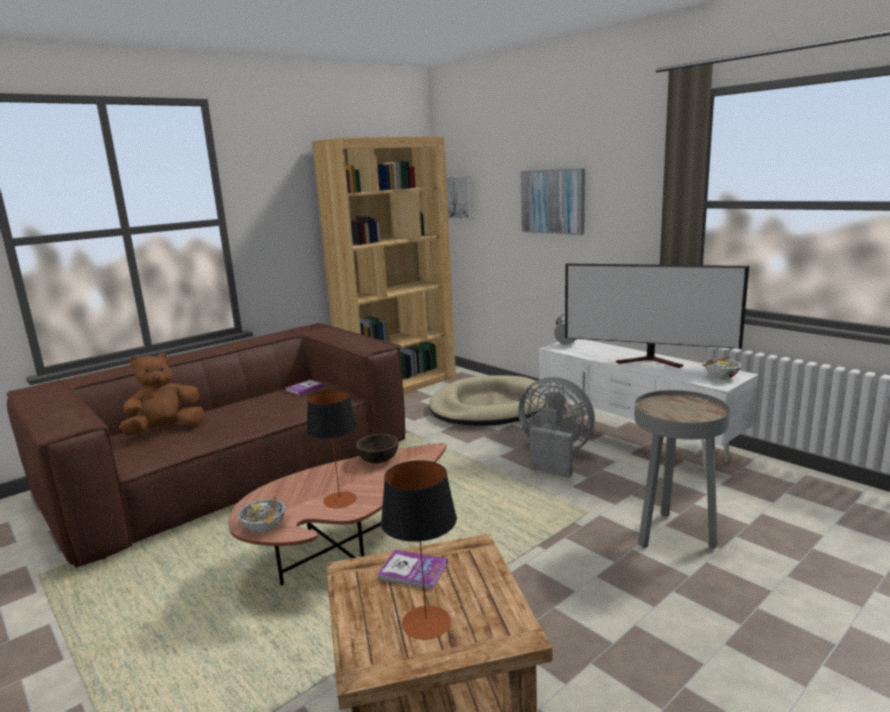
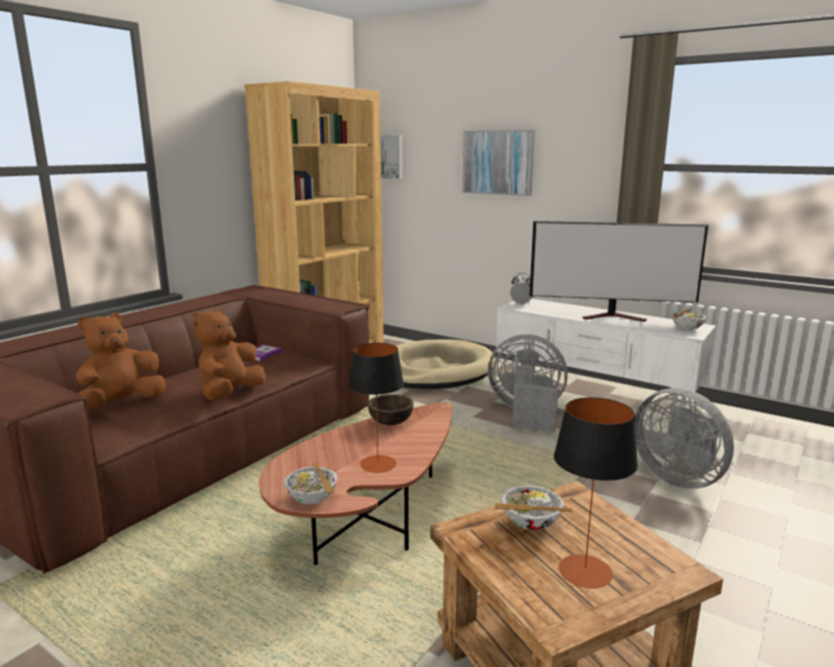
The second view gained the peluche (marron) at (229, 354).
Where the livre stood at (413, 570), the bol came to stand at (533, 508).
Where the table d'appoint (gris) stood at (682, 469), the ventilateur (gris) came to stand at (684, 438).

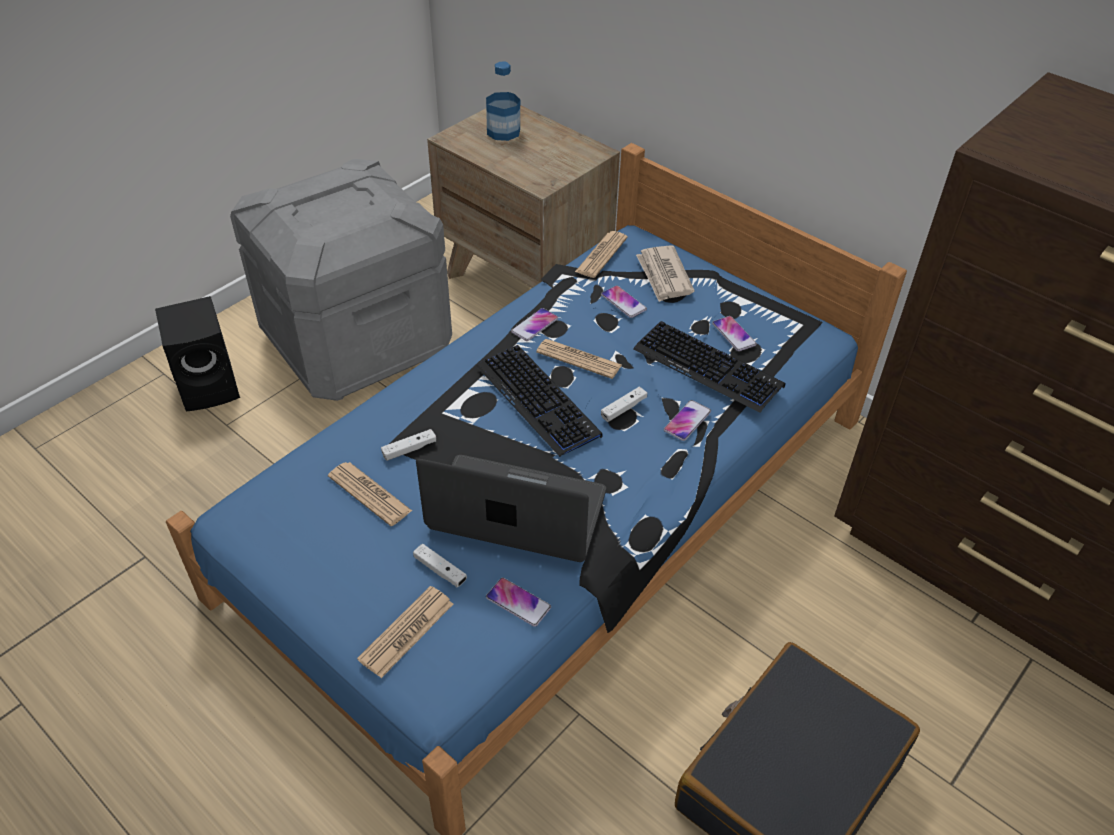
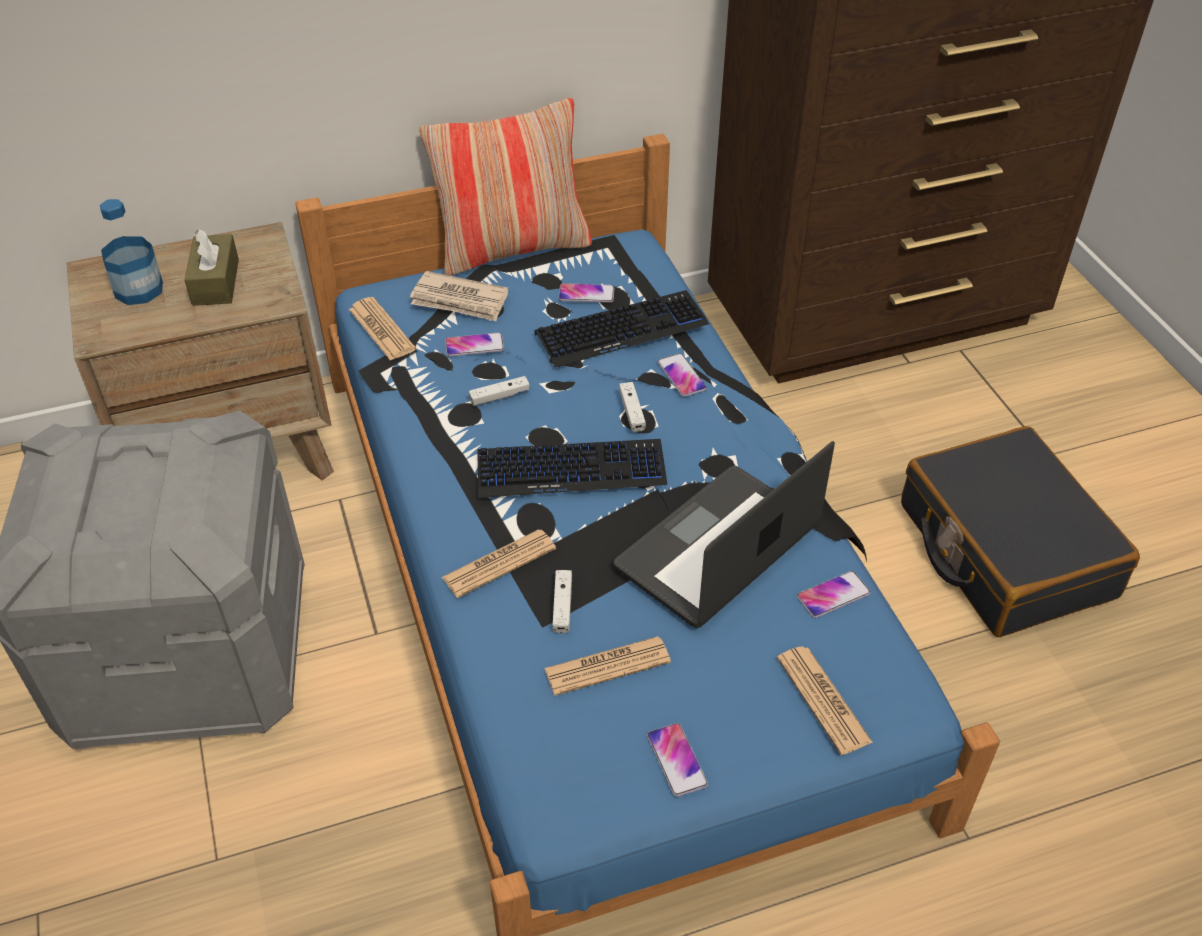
The second view gained the boîte à mouchoirs (marron) at (211, 267).
The second view gained the coussin at (506, 187).
The journal ended up elsewhere, having gone from (579, 359) to (499, 563).
The manette (blanc) ended up elsewhere, having gone from (440, 565) to (499, 391).
The téléphone ended up elsewhere, having gone from (534, 324) to (677, 760).
The second view lost the enceinte (noir) at (197, 353).

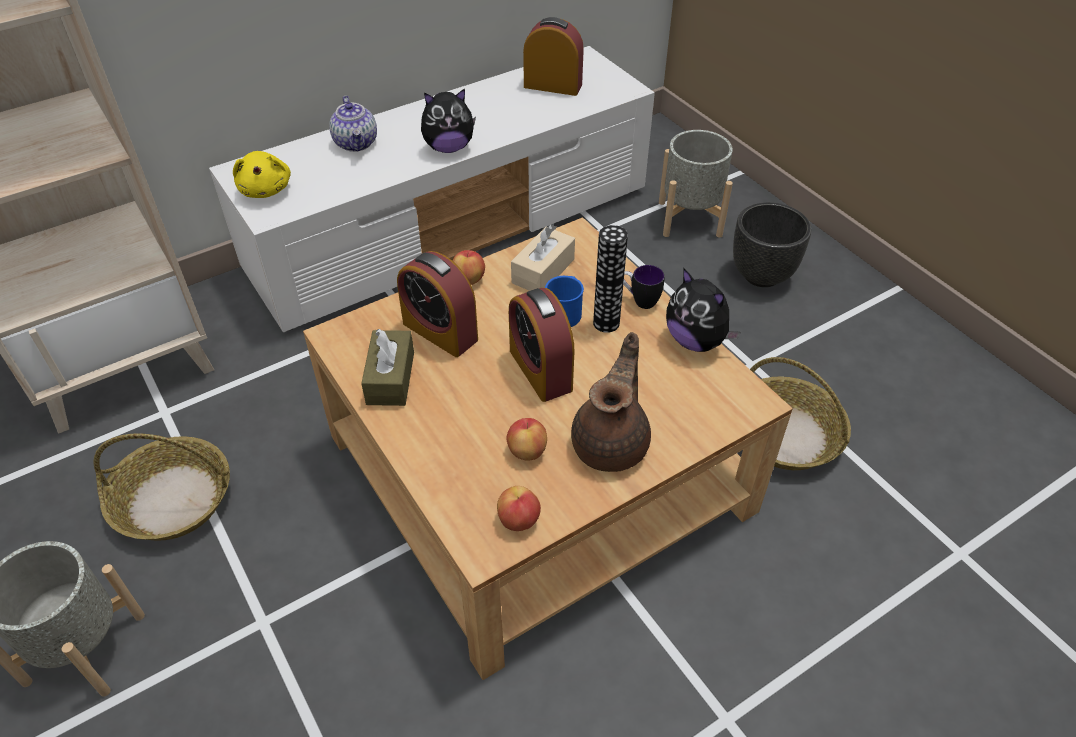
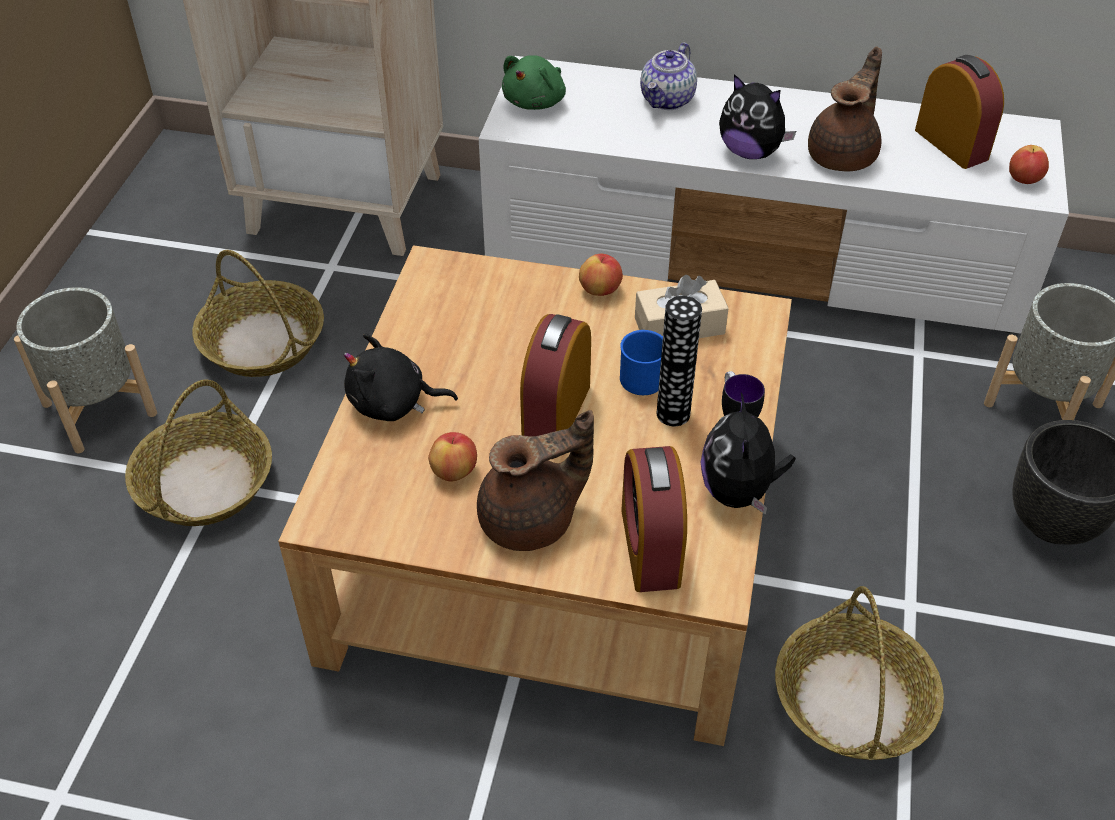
The second view gained the panier at (198, 453).
The second view gained the peluche (noir) at (401, 377).
What was the peluche (jaune) at (262, 174) turned into the peluche (vert) at (534, 82).
The réveil ended up elsewhere, having gone from (437, 304) to (654, 519).
The second view gained the théière (marron) at (845, 109).
The pomme ended up elsewhere, having gone from (519, 508) to (1029, 164).
The second view lost the boîte à mouchoirs (marron) at (387, 367).

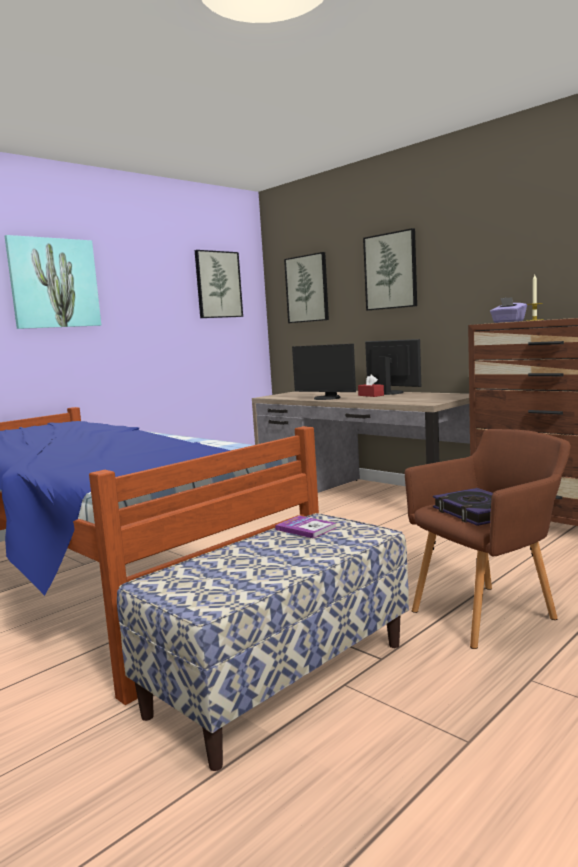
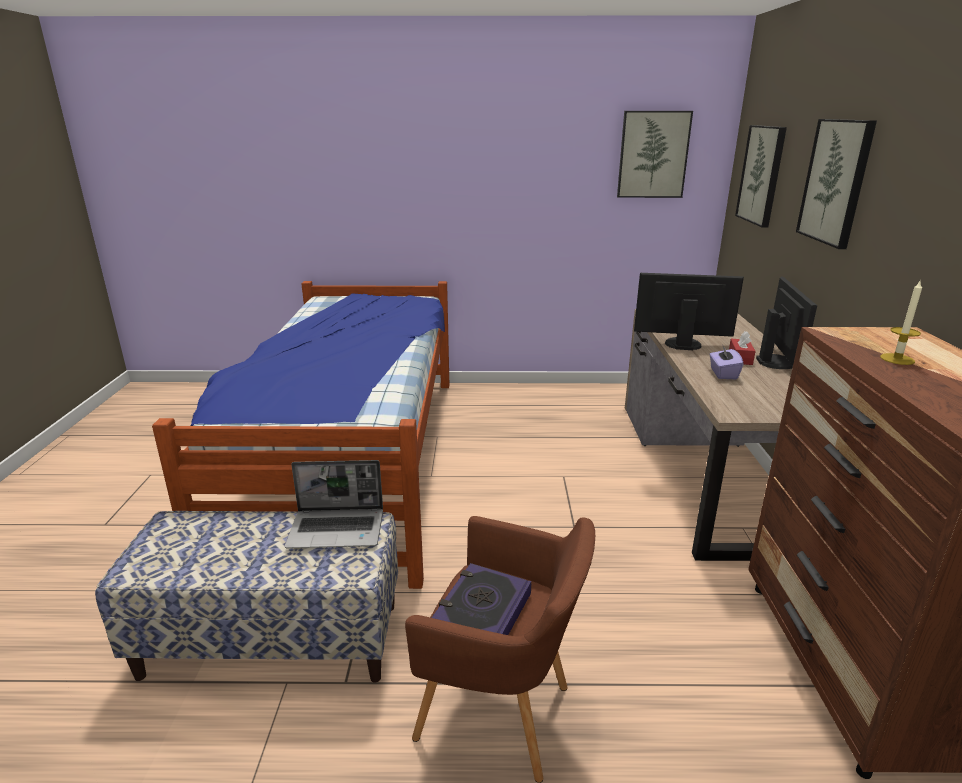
Where the livre stood at (305, 527), the ordinateur portable came to stand at (334, 504).
The écran d'ordinateur at (324, 372) ended up facing another way, 105 degrees clockwise from before.
The boîte à mouchoirs (violet) ended up elsewhere, having gone from (508, 310) to (726, 362).
The second view lost the tableau at (53, 282).

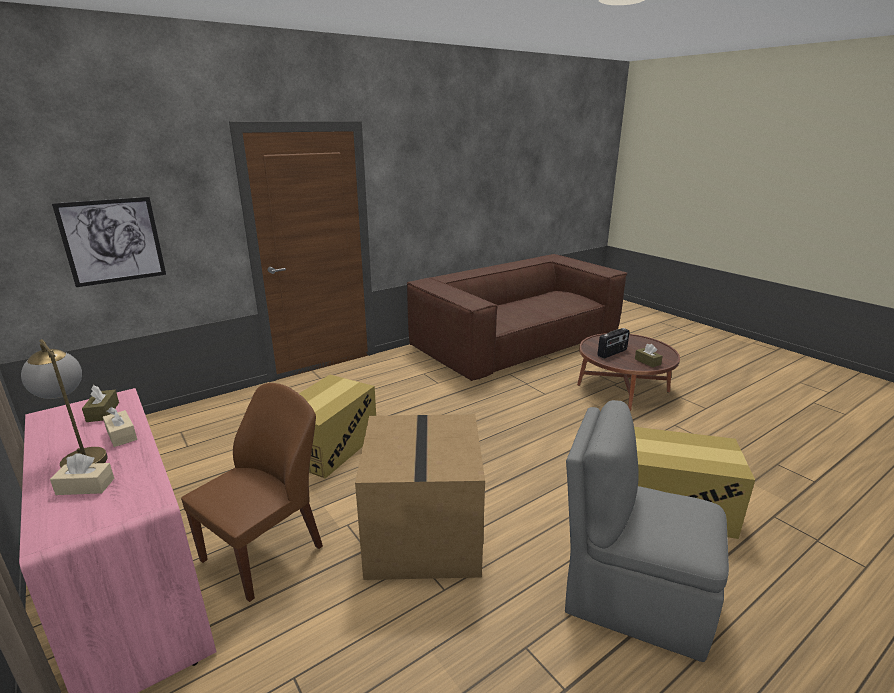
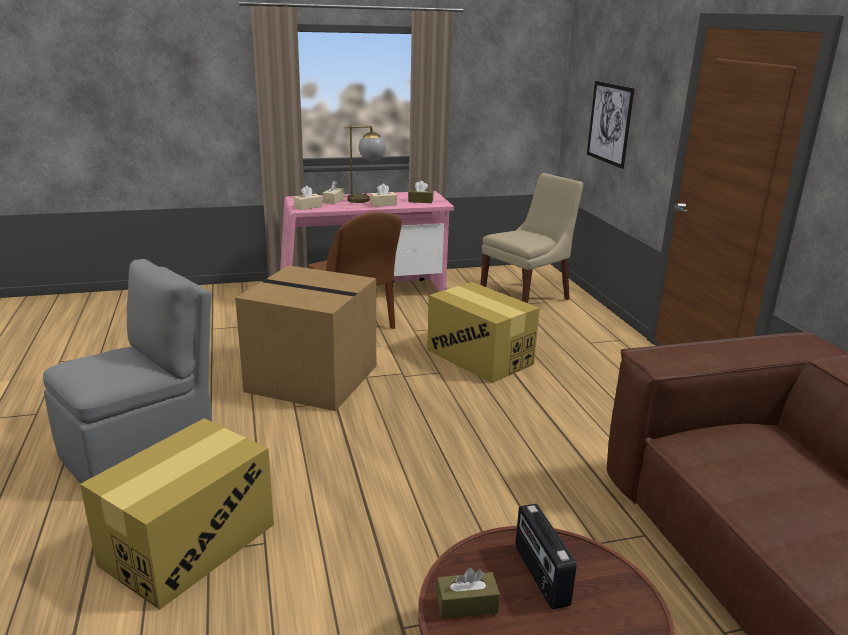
The second view gained the boîte à mouchoirs (beige) at (308, 198).
The second view gained the chaise (beige) at (532, 238).

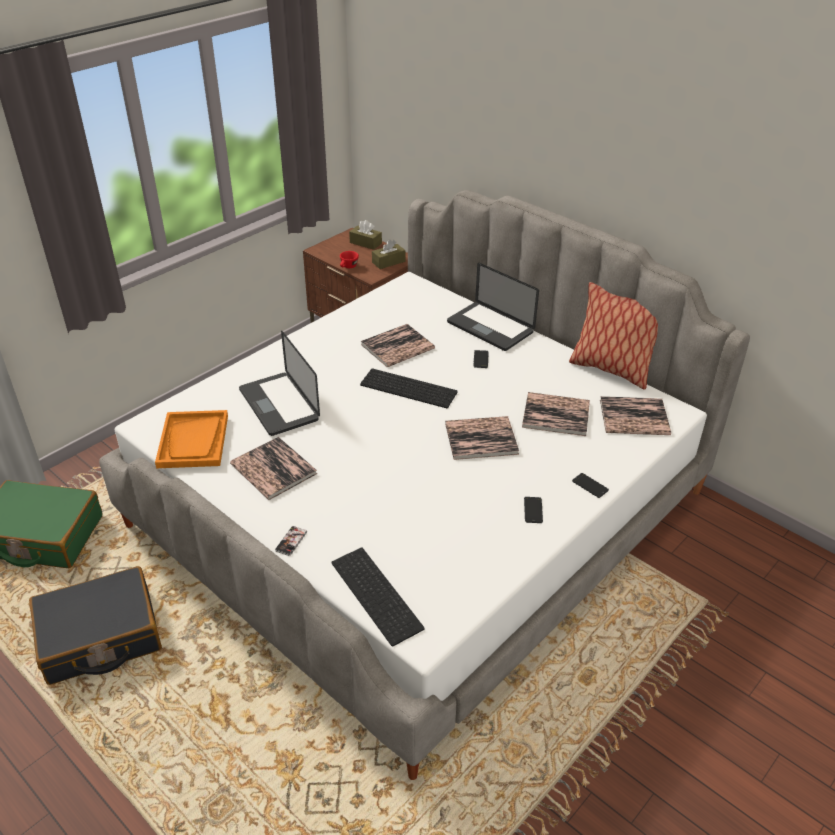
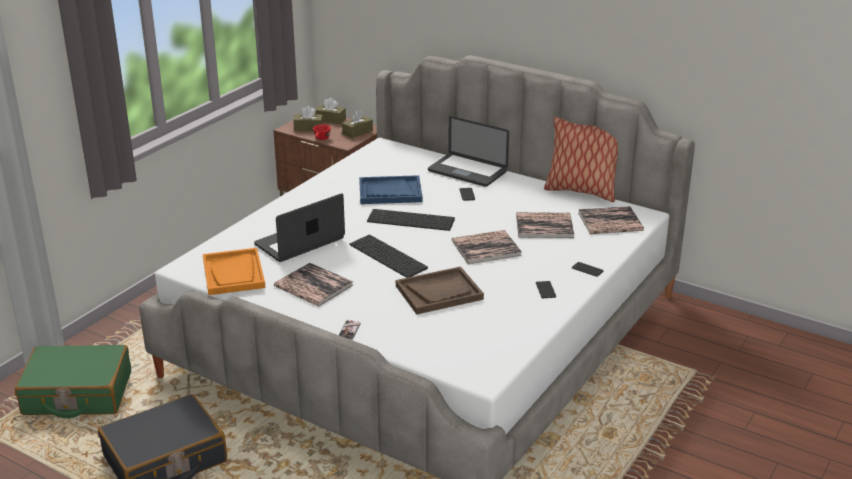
The ordinateur portable at (279, 383) ended up facing another way, 90 degrees clockwise from before.
The second view gained the boîte à mouchoirs (marron) at (308, 118).
The clavier ended up elsewhere, having gone from (378, 596) to (389, 256).
Where the livre stood at (398, 345), the plateau (bleu) came to stand at (390, 189).
The second view gained the plateau (marron) at (440, 290).

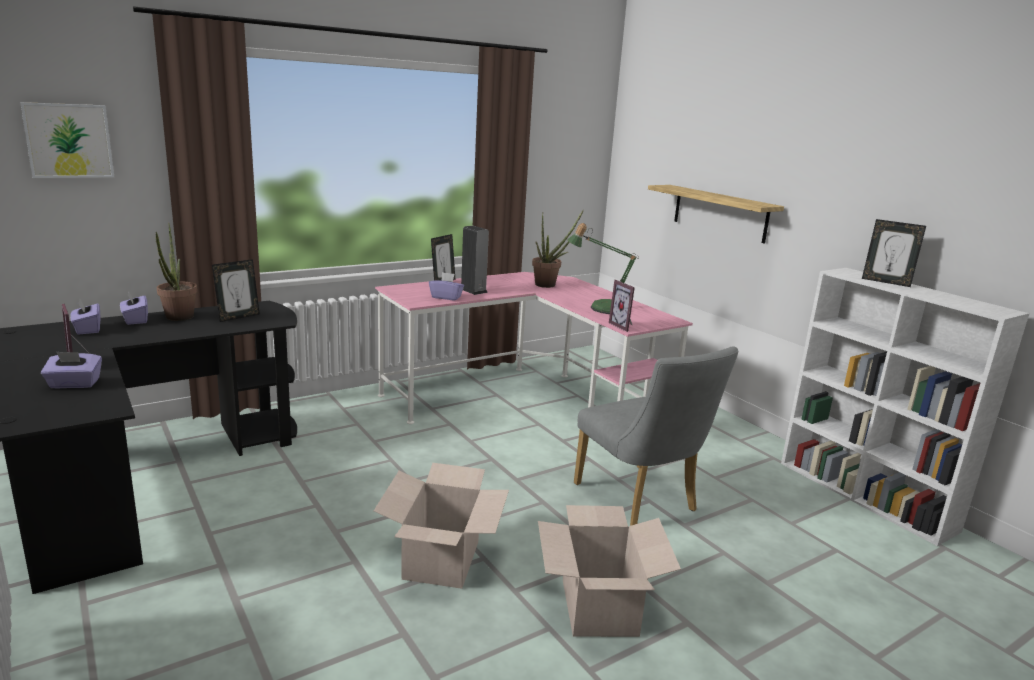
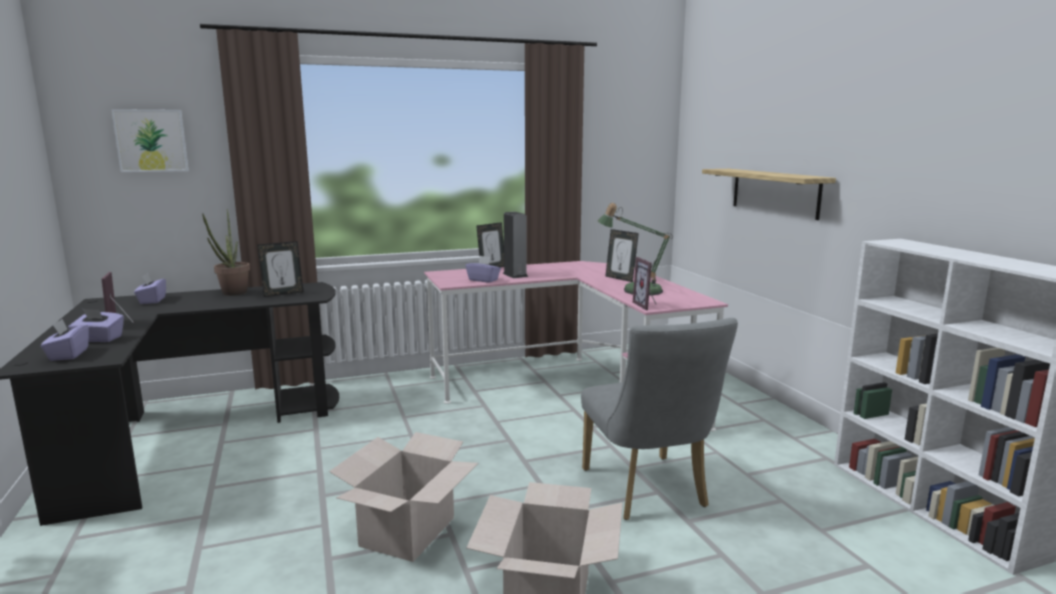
The boîte à mouchoirs (violet) ended up elsewhere, having gone from (134, 307) to (65, 340).
The cadre photo ended up elsewhere, having gone from (894, 253) to (622, 255).
The second view lost the plante en pot at (557, 249).

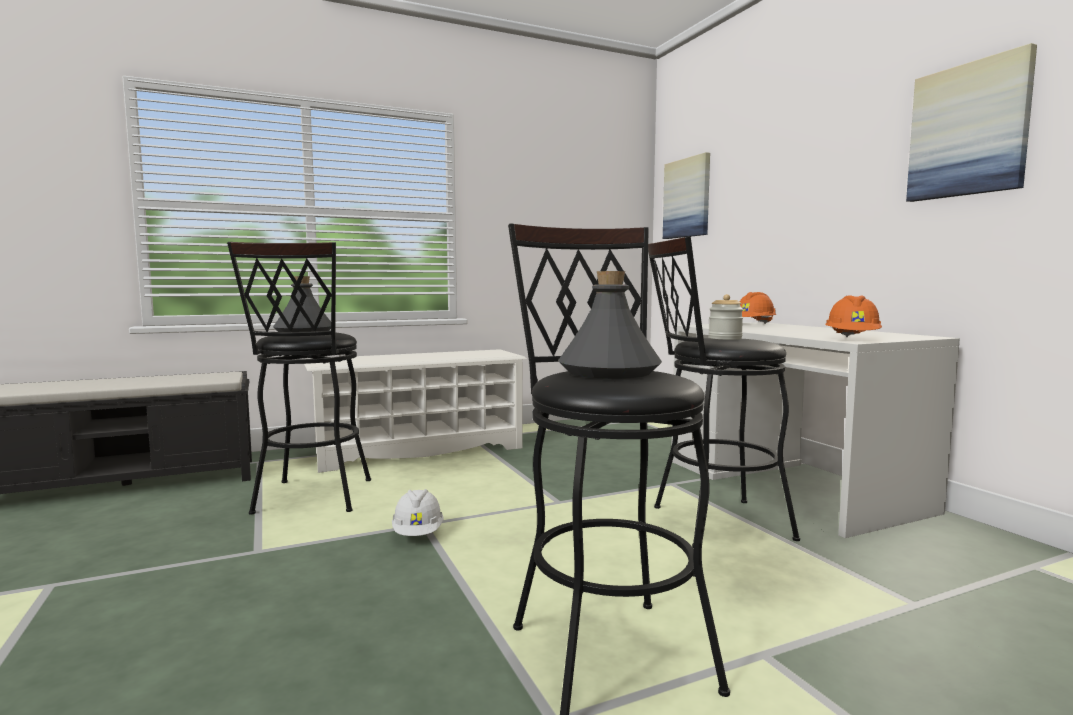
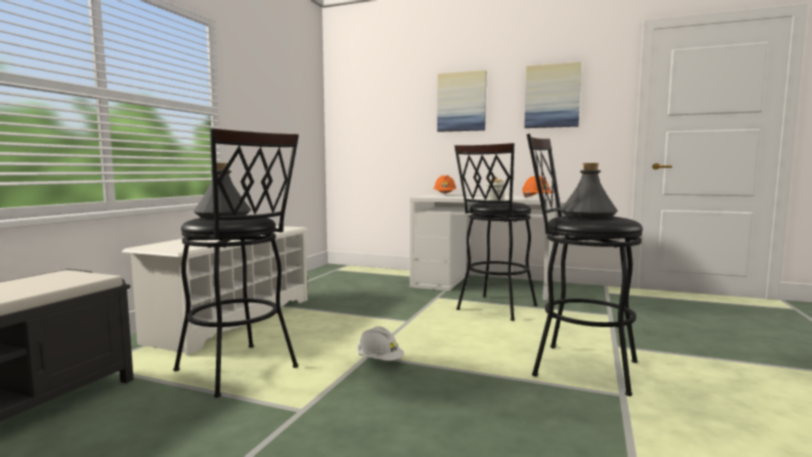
The tableau ended up elsewhere, having gone from (686, 195) to (461, 101).

